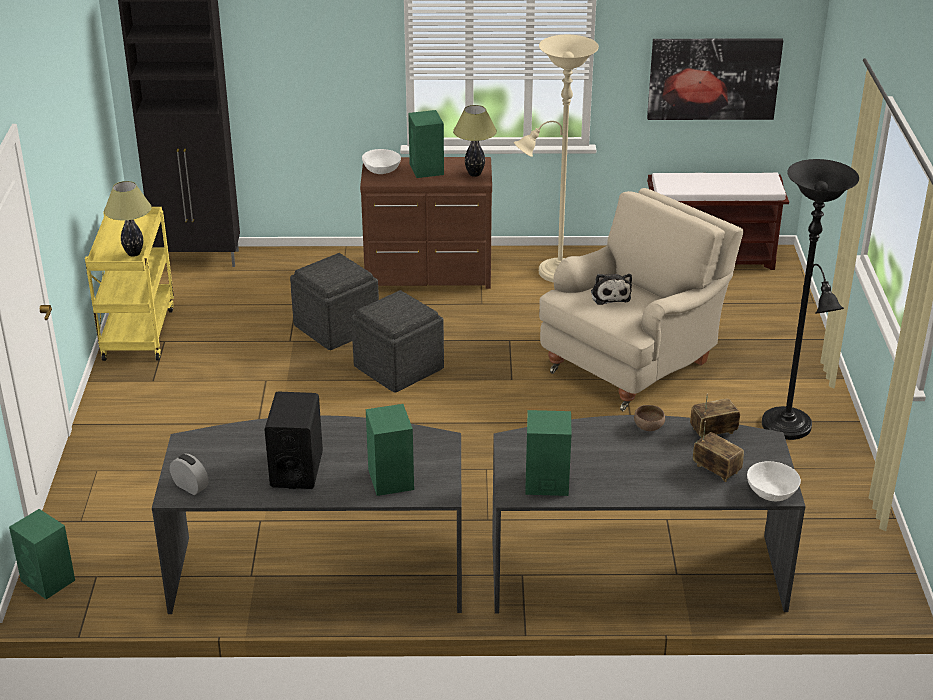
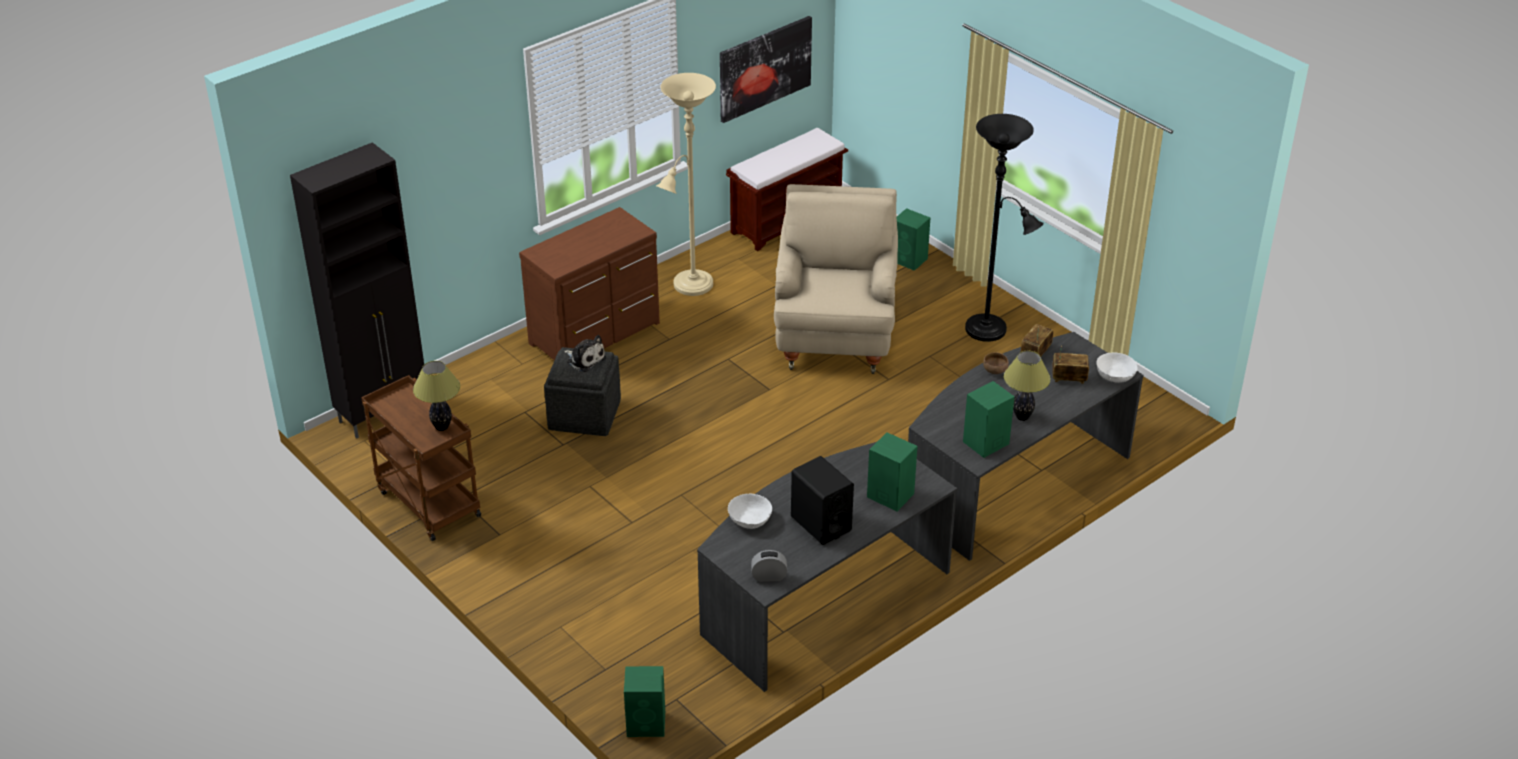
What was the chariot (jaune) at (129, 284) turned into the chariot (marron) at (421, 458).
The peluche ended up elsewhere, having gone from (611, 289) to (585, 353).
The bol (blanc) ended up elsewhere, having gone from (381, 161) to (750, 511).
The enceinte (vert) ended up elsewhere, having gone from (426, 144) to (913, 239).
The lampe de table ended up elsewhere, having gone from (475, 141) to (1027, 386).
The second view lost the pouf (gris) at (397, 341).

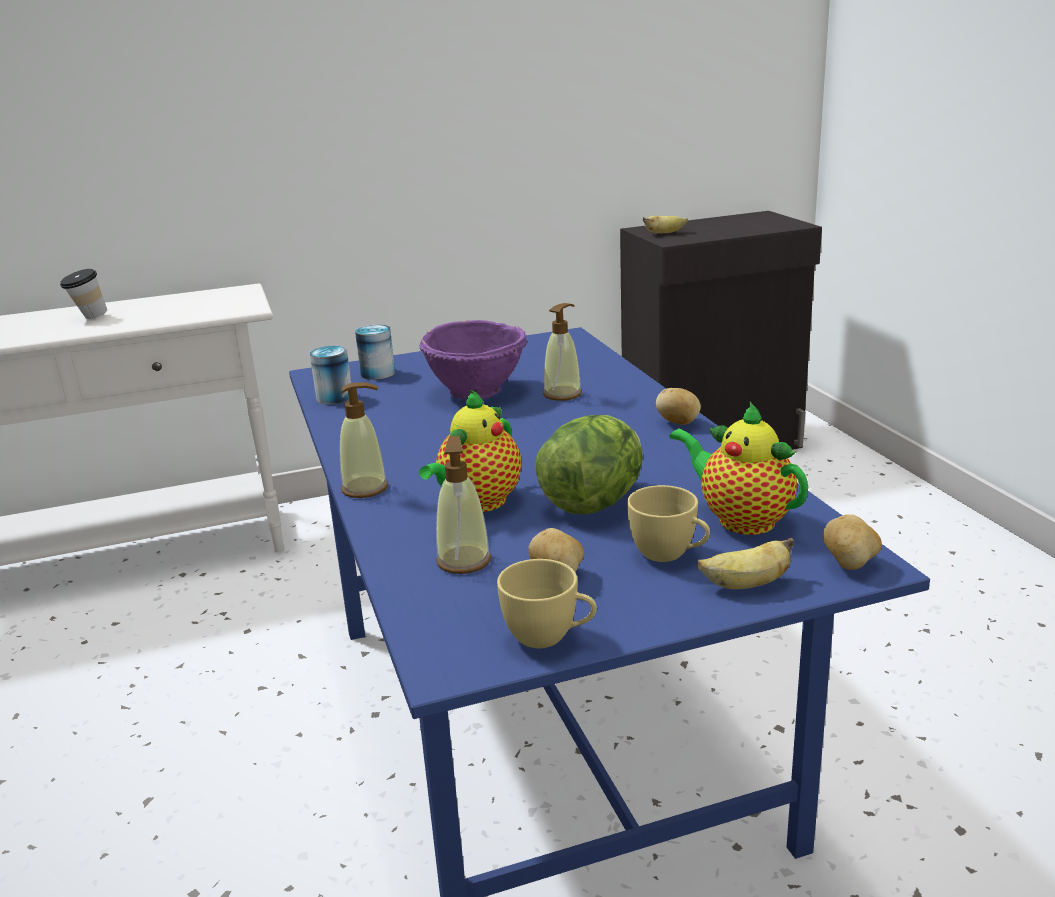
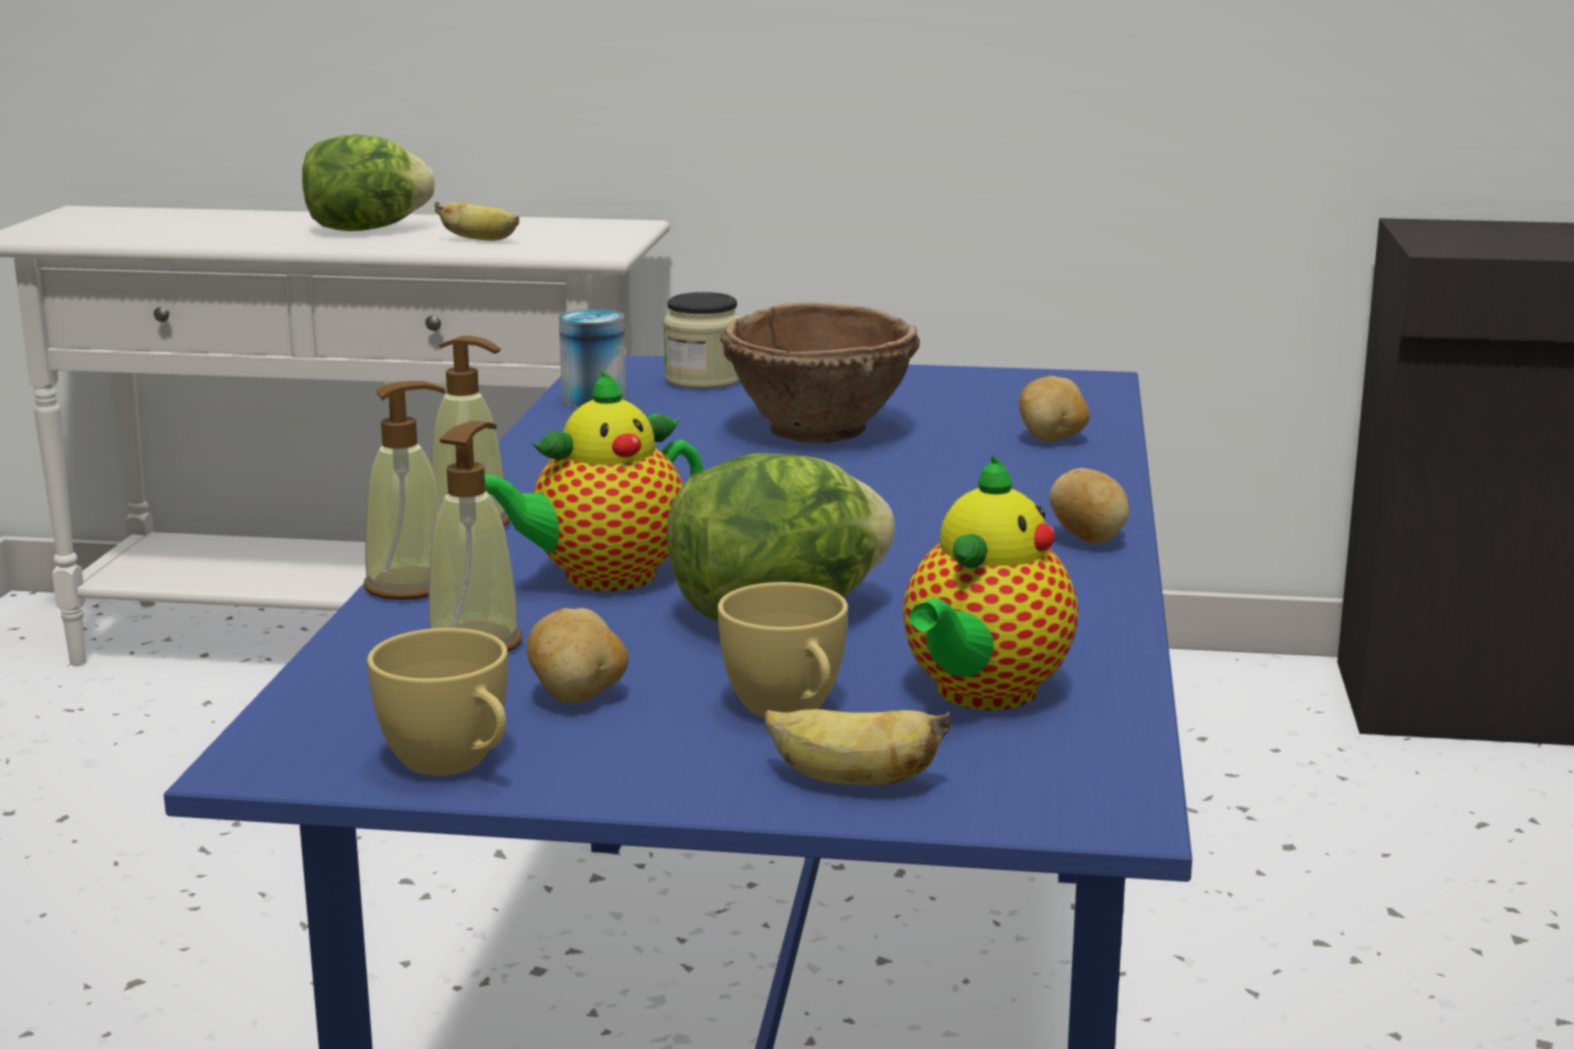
Where the tasse stood at (83, 294), the laitue came to stand at (368, 183).
The distributeur de savon ended up elsewhere, having gone from (562, 352) to (405, 490).
The banane ended up elsewhere, having gone from (665, 224) to (477, 221).
Where the boîte métallique stood at (375, 352), the bocal came to stand at (701, 340).
What was the bol (violet) at (473, 359) turned into the bol (marron) at (820, 372).
The théière at (738, 468) ended up facing another way, 135 degrees counterclockwise from before.
The pomme de terre ended up elsewhere, having gone from (852, 542) to (1054, 408).

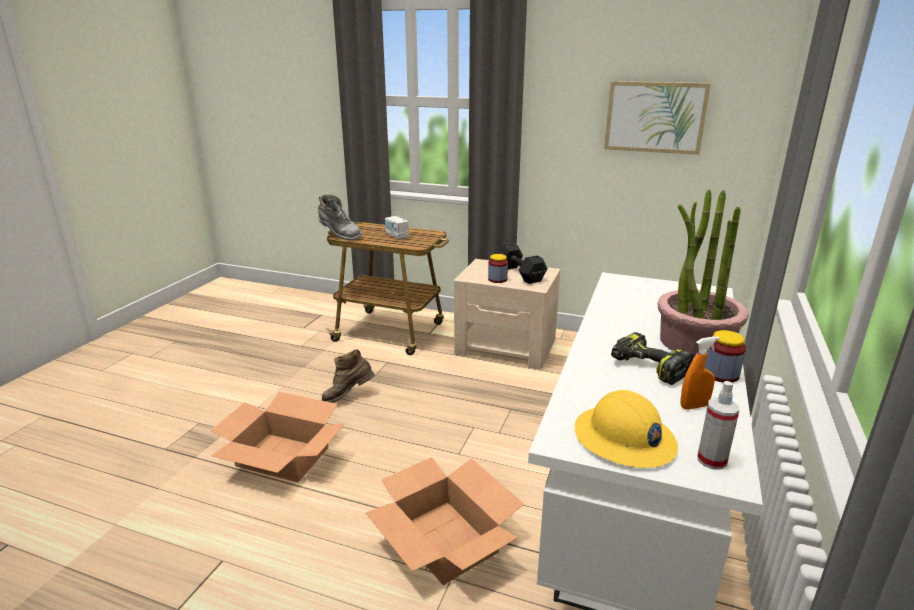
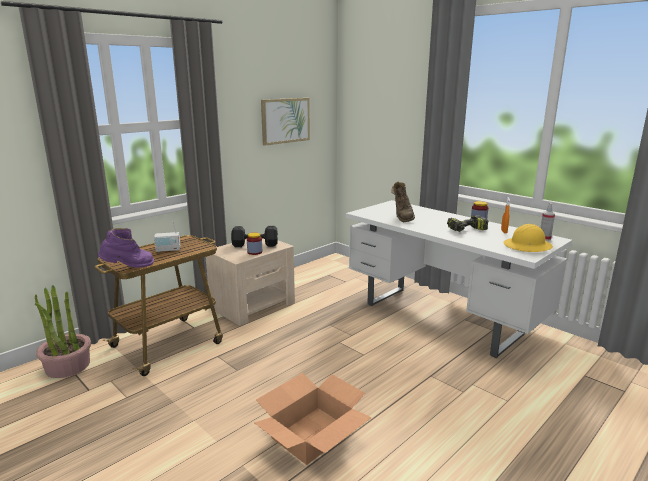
The plante en pot ended up elsewhere, having gone from (703, 273) to (63, 331).
What was the botte (gris) at (340, 217) turned into the botte (violet) at (126, 248).
The botte (marron) ended up elsewhere, having gone from (348, 376) to (403, 202).
The second view lost the carton at (445, 521).

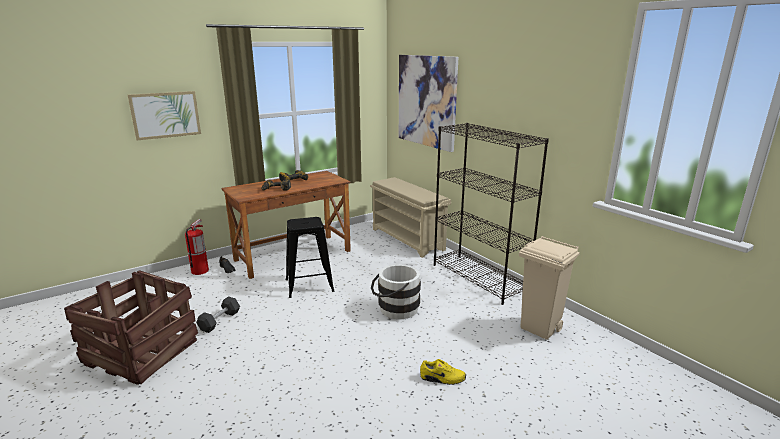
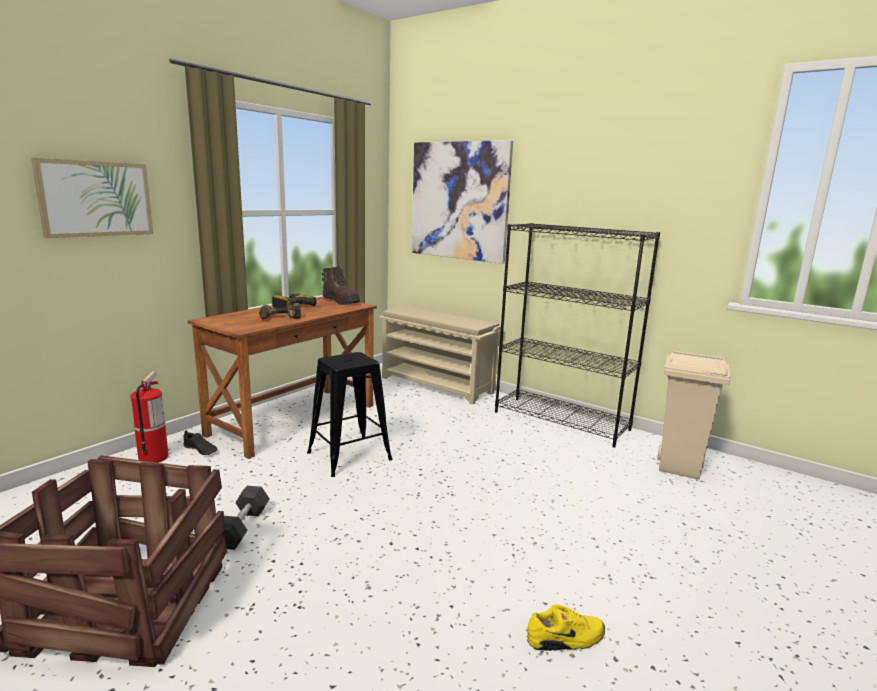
The second view gained the botte (marron) at (341, 285).
The chaussure (jaune) ended up elsewhere, having gone from (443, 372) to (566, 627).
The second view lost the seau (blanc) at (396, 291).

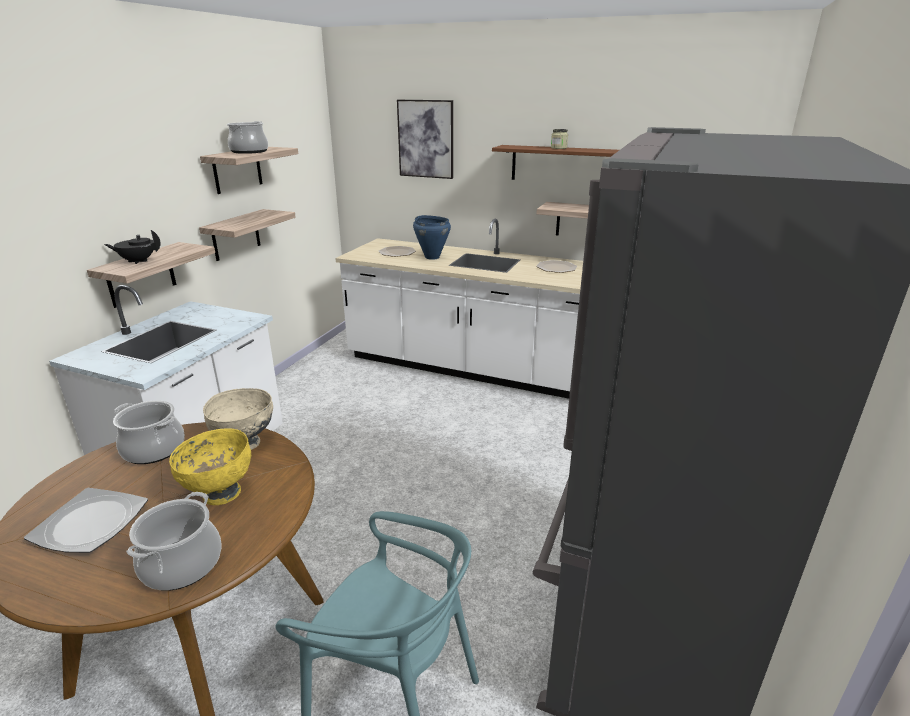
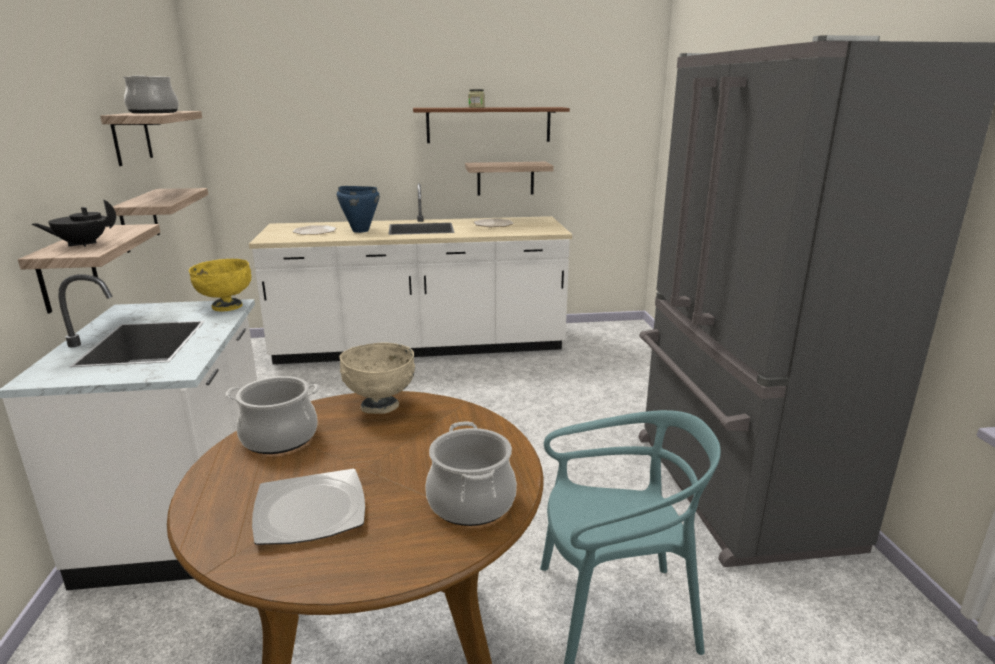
The bol (jaune) ended up elsewhere, having gone from (210, 466) to (220, 285).
The second view lost the tableau at (425, 139).

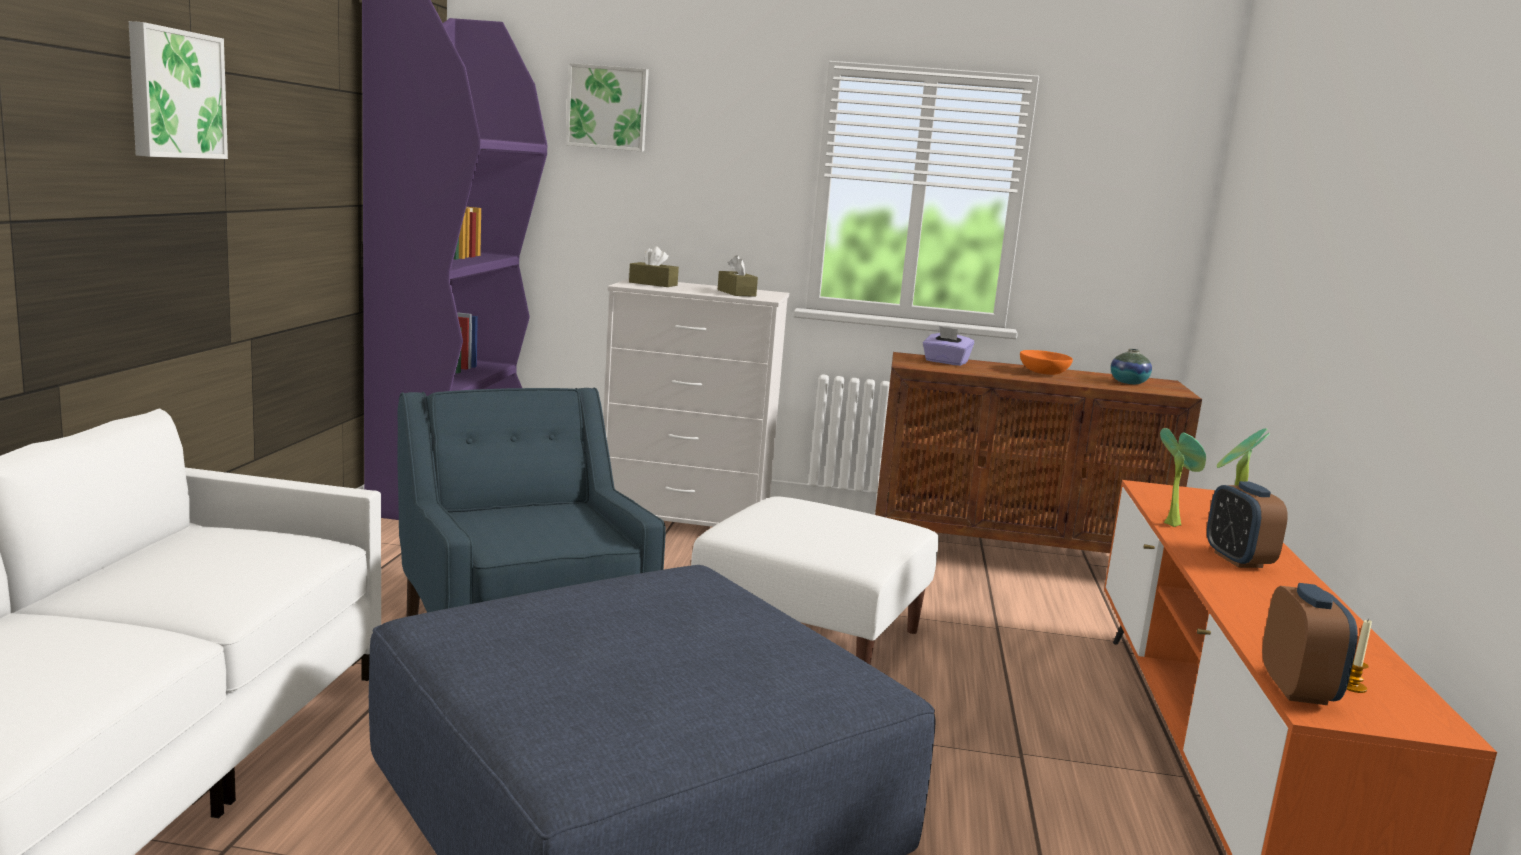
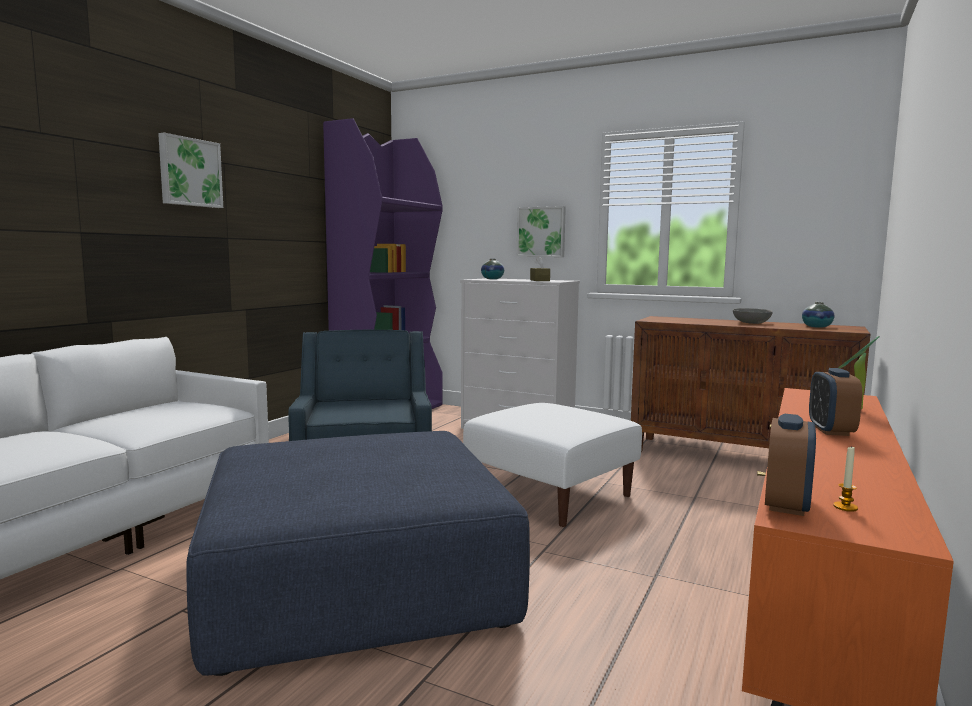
Where the boîte à mouchoirs (marron) stood at (654, 266), the vase came to stand at (492, 269).
The tableau ended up elsewhere, having gone from (607, 107) to (541, 231).
What was the bol (orange) at (1046, 362) turned into the bol (gris) at (753, 316).
The second view lost the boîte à mouchoirs (violet) at (948, 346).
The second view lost the plante en pot at (1183, 477).

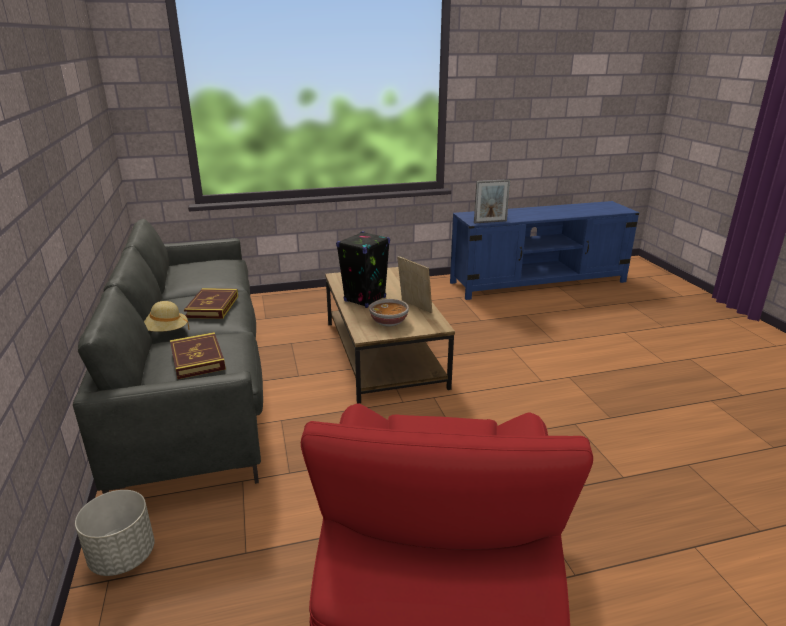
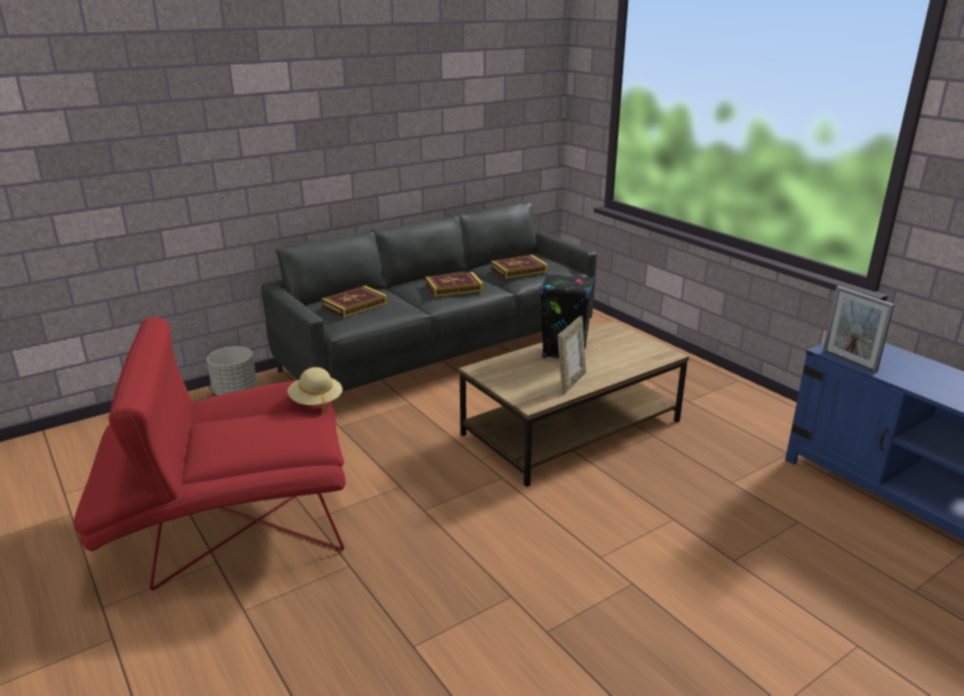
The chapeau (beige) ended up elsewhere, having gone from (167, 316) to (315, 390).
The second view gained the livre at (519, 267).
The second view lost the bol at (389, 313).

